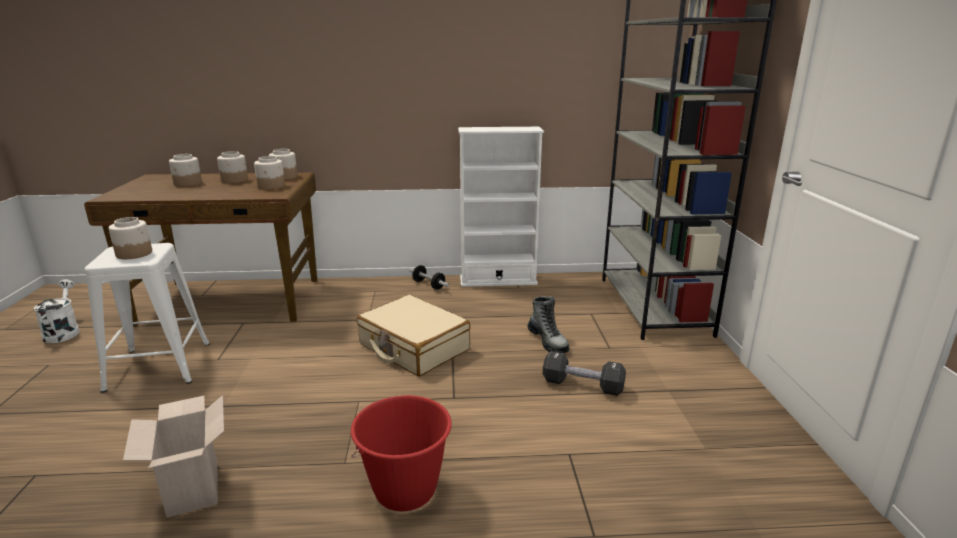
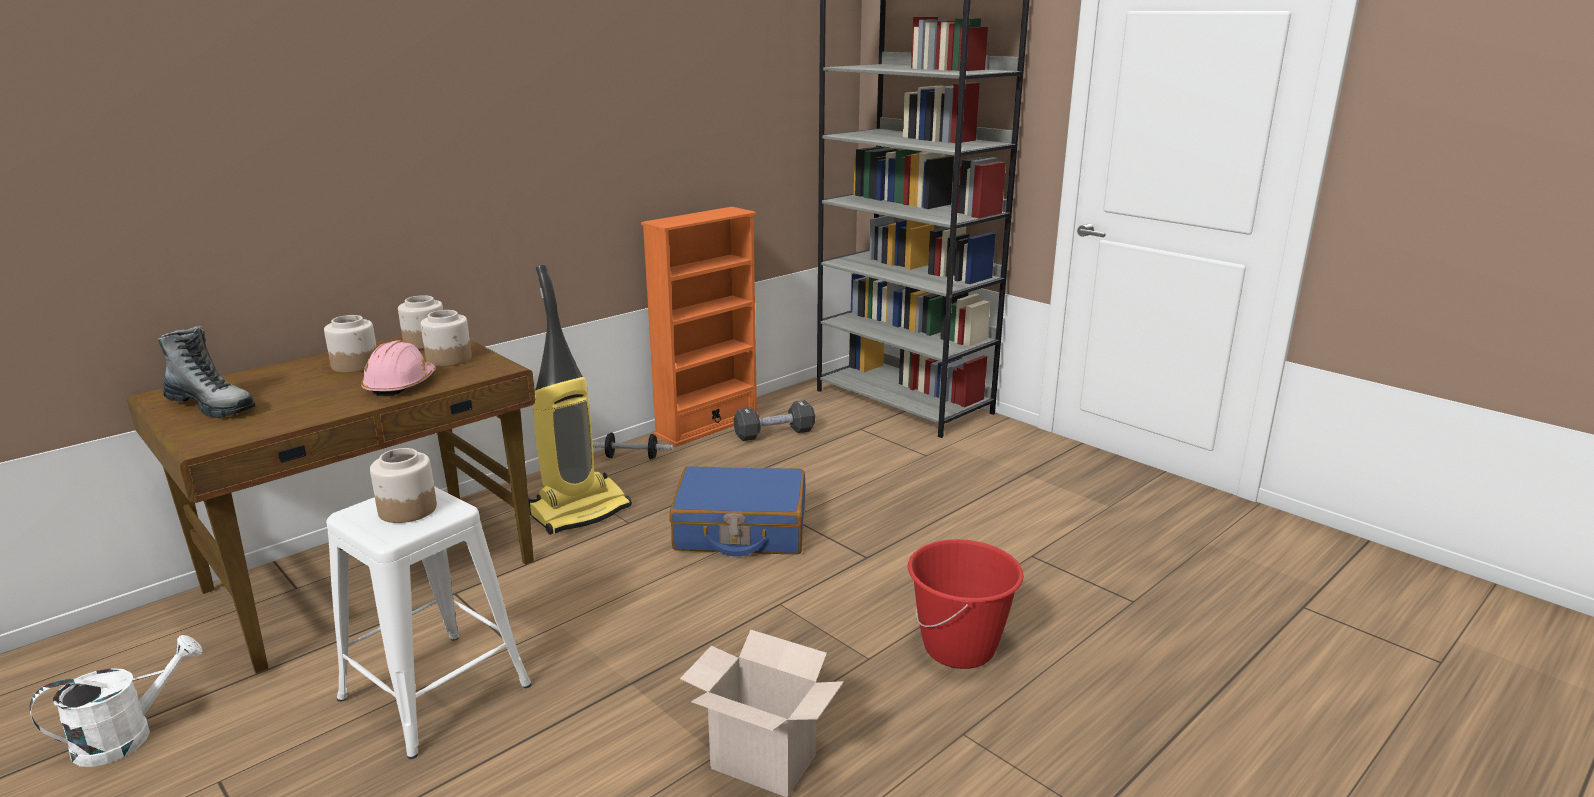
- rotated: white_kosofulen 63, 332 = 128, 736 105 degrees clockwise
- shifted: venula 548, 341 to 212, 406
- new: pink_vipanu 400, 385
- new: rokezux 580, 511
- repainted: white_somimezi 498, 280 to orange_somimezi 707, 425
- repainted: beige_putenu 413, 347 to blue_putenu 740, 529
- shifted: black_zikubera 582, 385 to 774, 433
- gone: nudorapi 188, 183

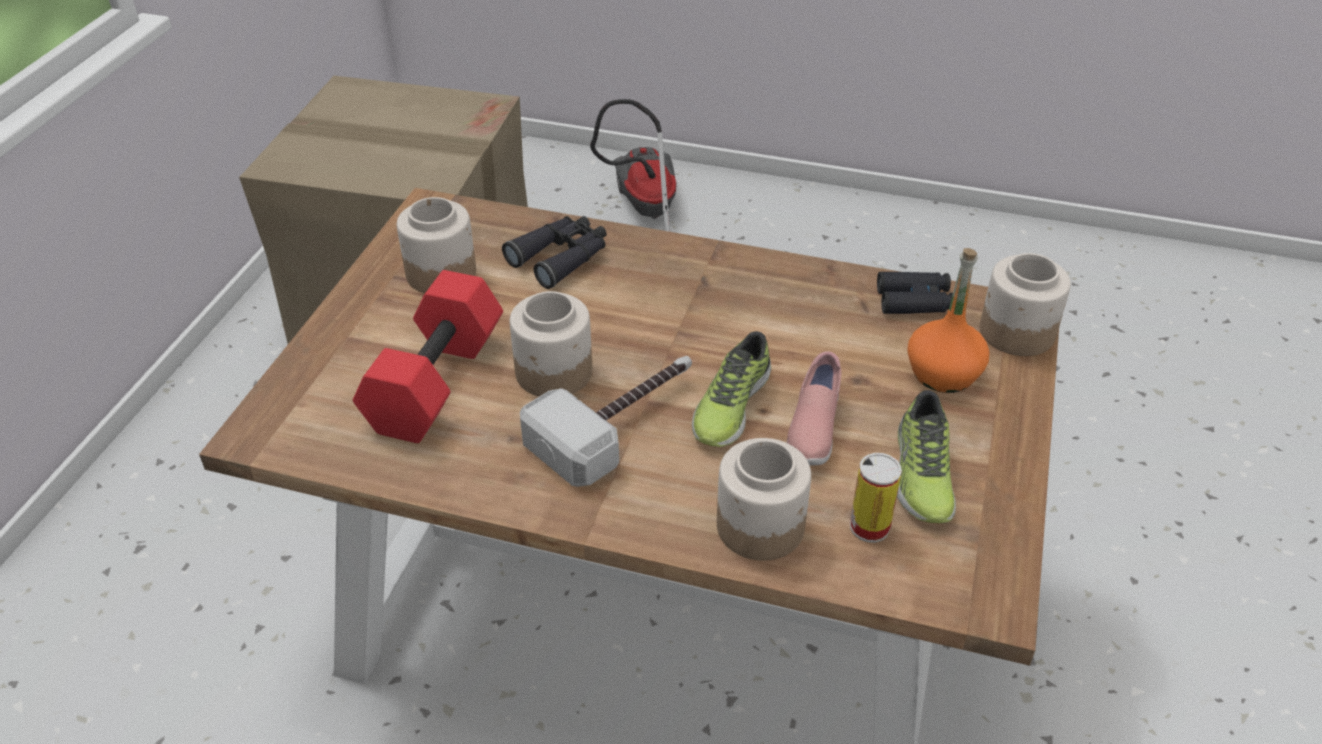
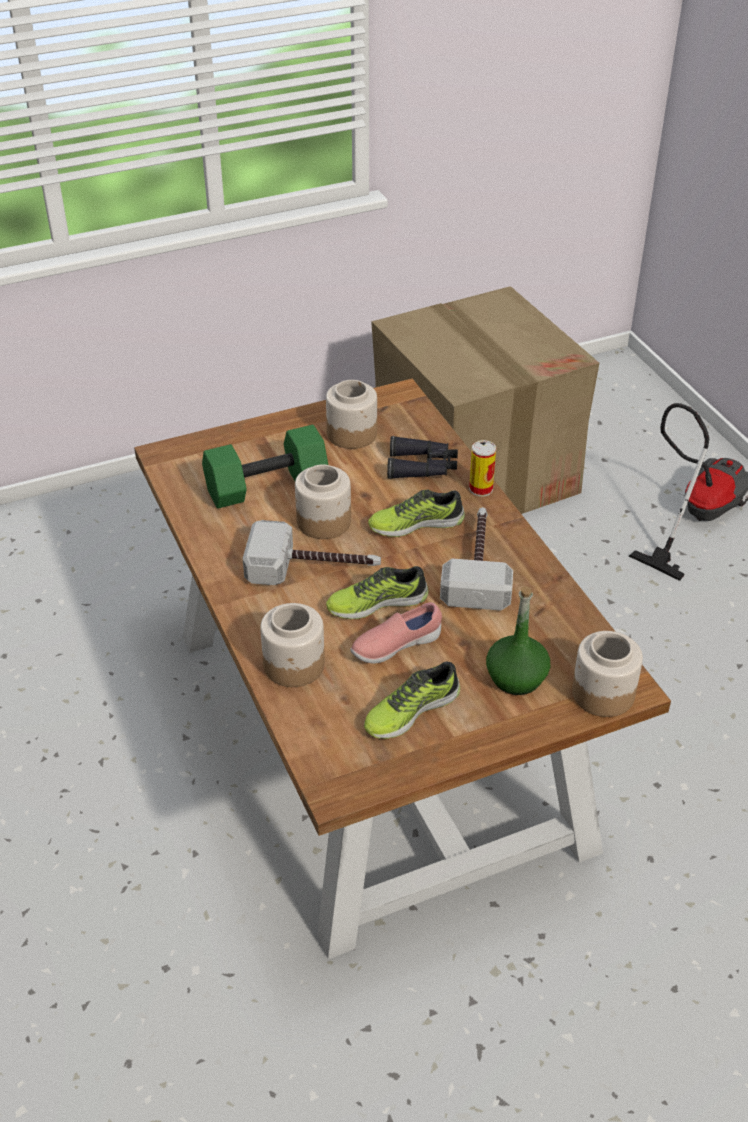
- repainted: red_zikubera 437, 384 to green_zikubera 266, 488
- new: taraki 416, 523
- new: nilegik 478, 565
- shifted: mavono 869, 527 to 481, 489
- repainted: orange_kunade 943, 373 to green_kunade 516, 678
- gone: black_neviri 915, 301

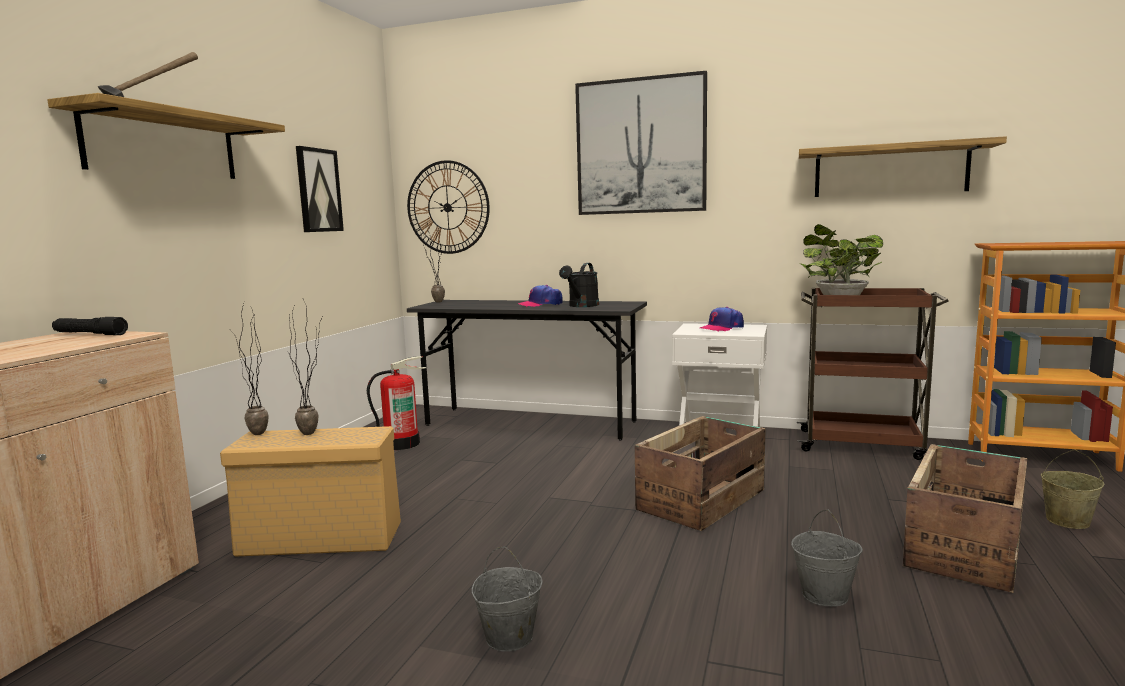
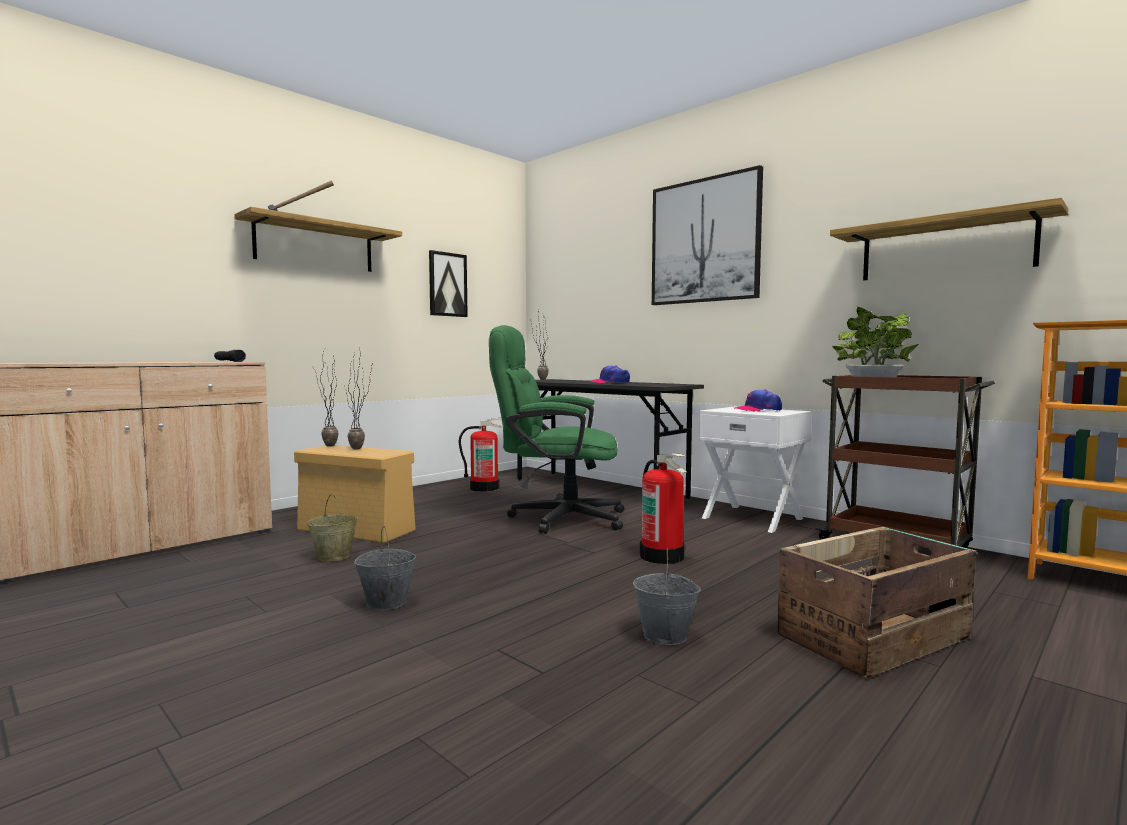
- shifted: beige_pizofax 1067, 521 to 334, 557
- new: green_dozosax 556, 518
- swapped: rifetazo 703, 500 to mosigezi 662, 556
- gone: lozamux 447, 207
- gone: black_kosofulen 581, 306

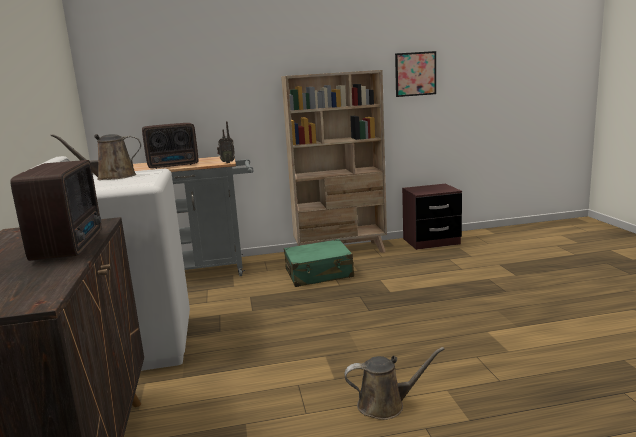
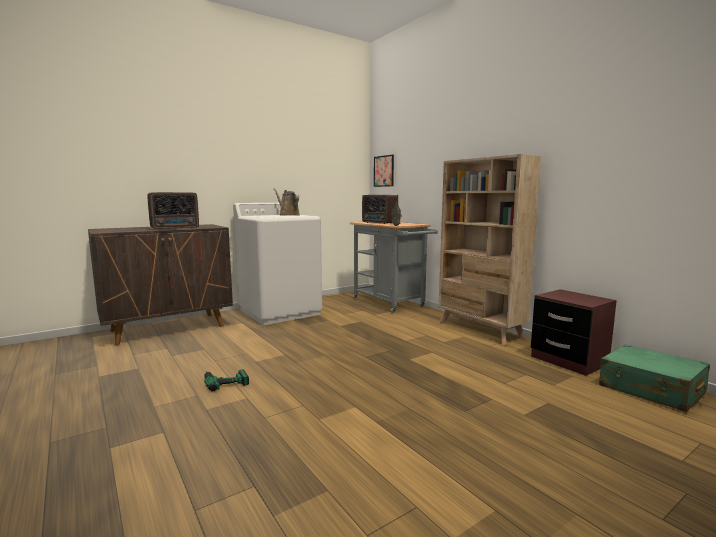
- swapped: brown_kosofulen 385, 405 to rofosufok 224, 380
- shifted: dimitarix 415, 74 to 384, 171
- shifted: green_putenu 319, 274 to 651, 390

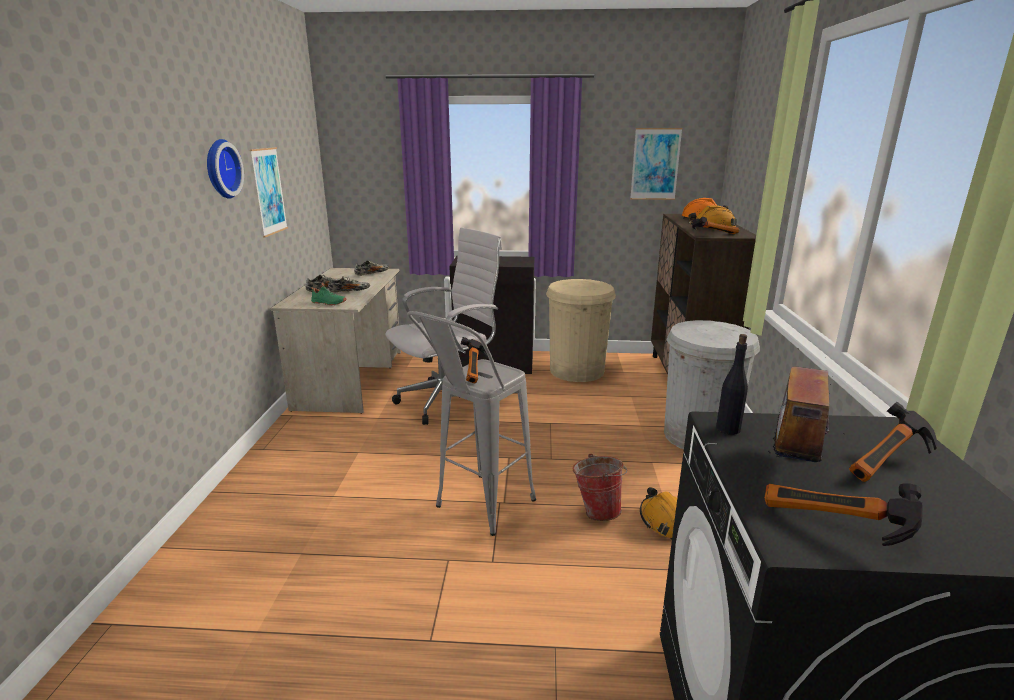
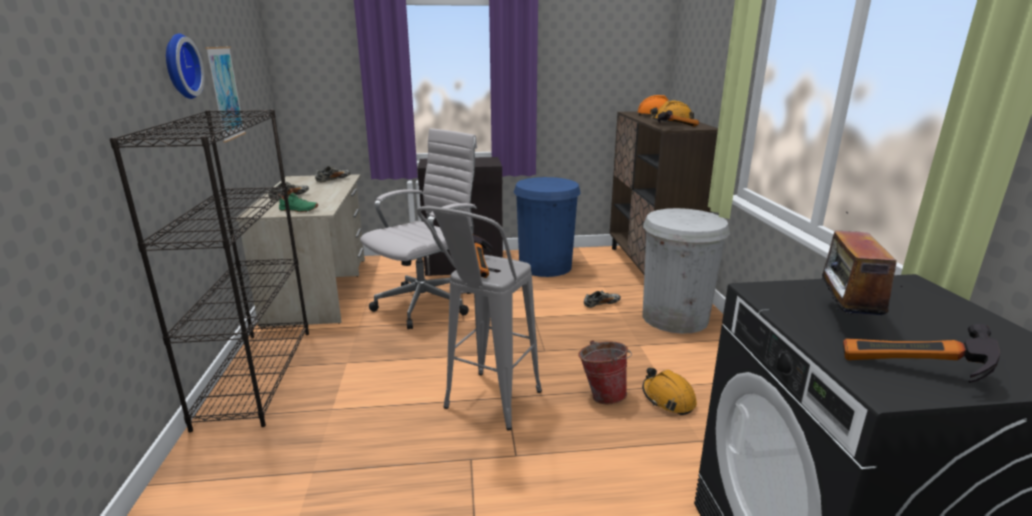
- new: black_somimezi 256, 375
- repainted: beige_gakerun 576, 370 to blue_gakerun 545, 266
- shifted: taraki 350, 291 to 601, 304
- gone: dimitarix 655, 164
- gone: black_kunade 728, 429
- gone: nilegik 891, 465

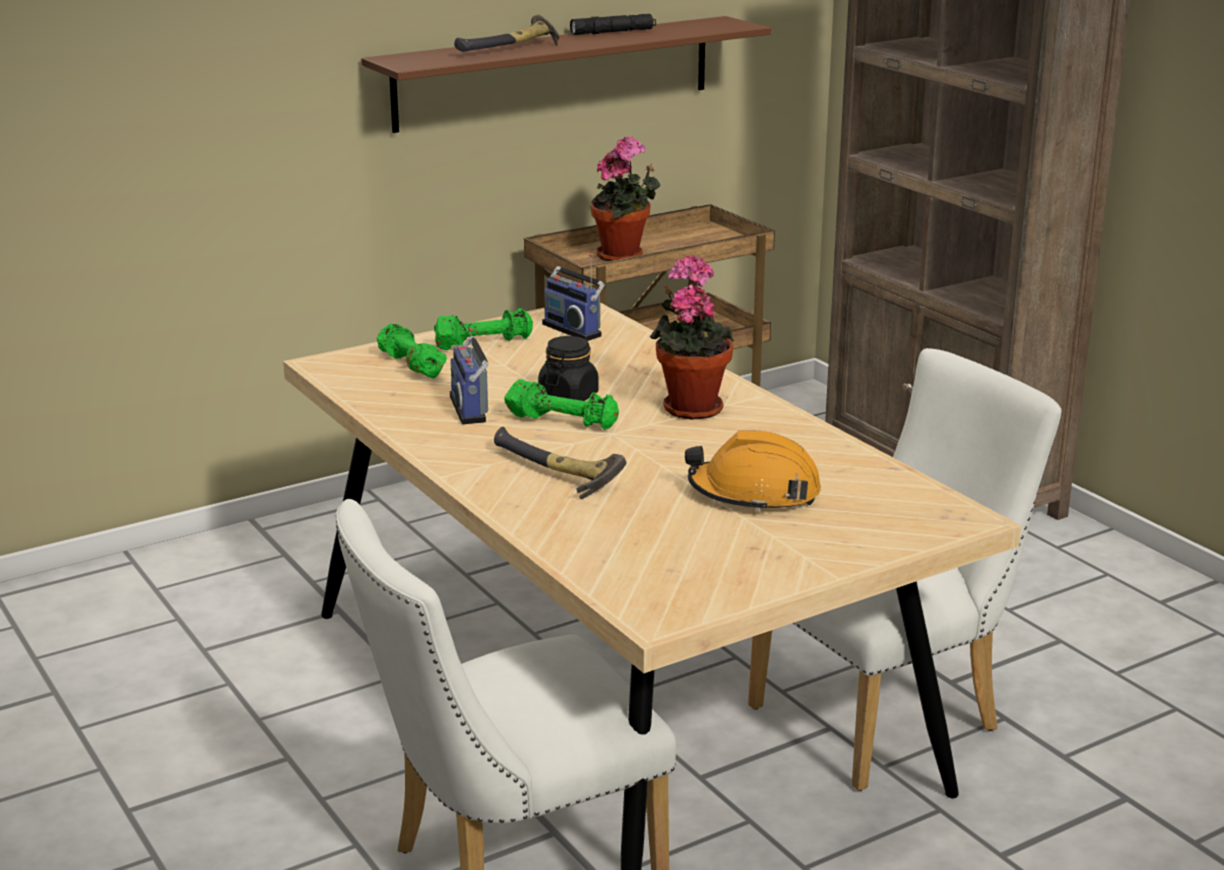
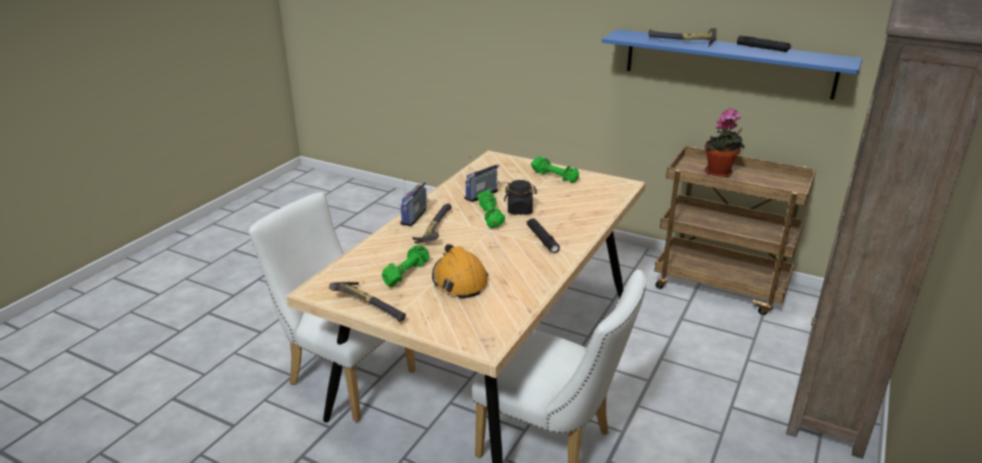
- new: nilegik 370, 306
- shifted: green_zikubera 410, 366 to 405, 273
- shifted: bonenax 574, 329 to 415, 217
- swapped: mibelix 690, 407 to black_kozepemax 542, 239
- repainted: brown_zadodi 555, 72 to blue_zadodi 728, 63

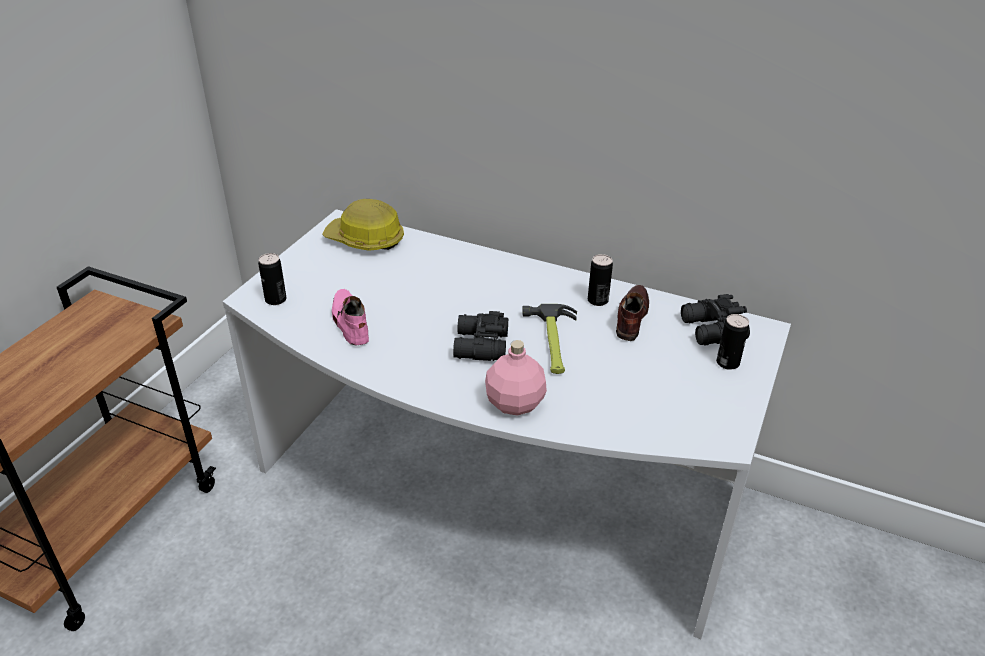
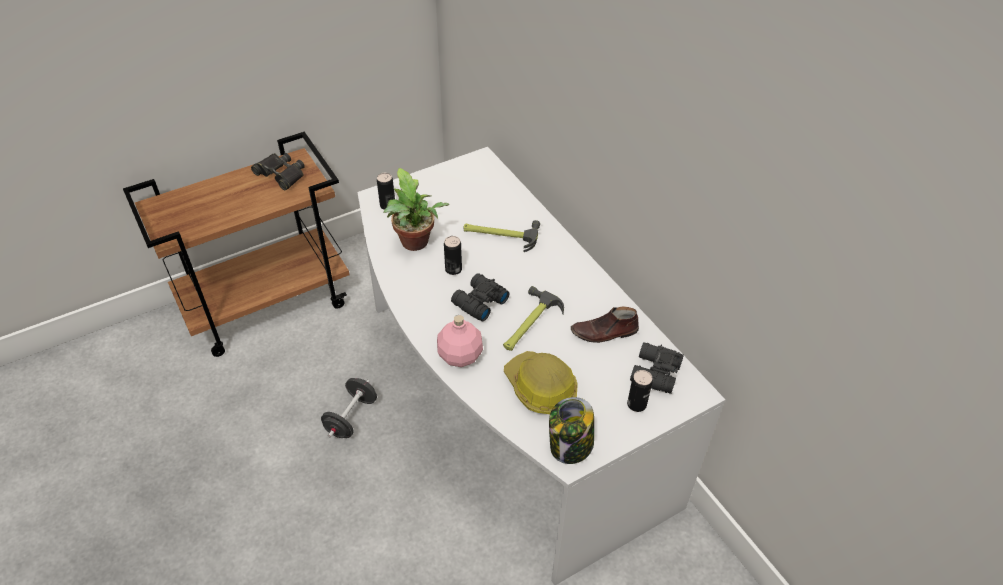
- new: black_neviri 281, 174
- new: black_zikubera 351, 417
- swapped: pink_taraki 350, 323 to mibelix 415, 244
- shifted: mavono 597, 300 to 453, 269
- new: nilegik 500, 235
- shifted: vipanu 365, 240 to 540, 388
- new: nudorapi 570, 446
- rotated: brown_taraki 631, 318 = 604, 332 150 degrees counterclockwise

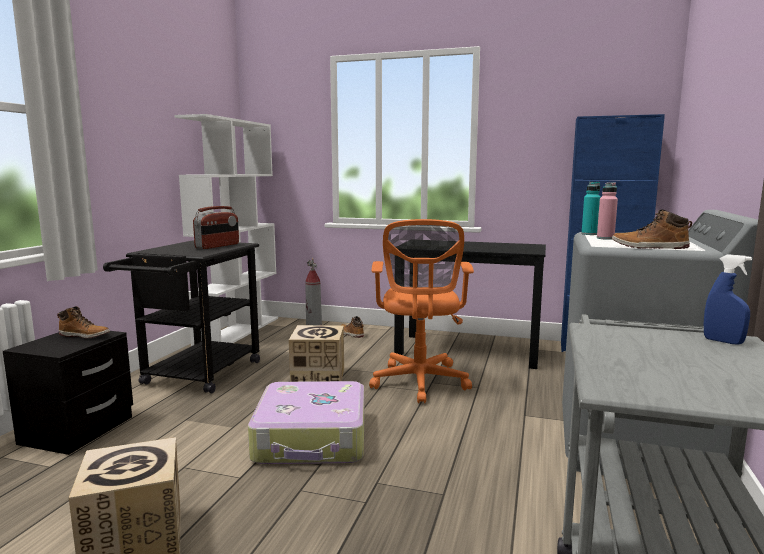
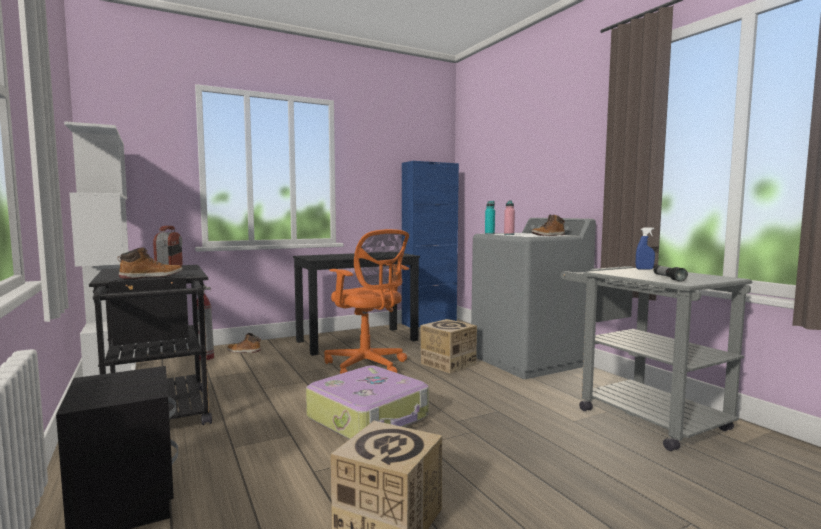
- shifted: venula 85, 335 to 151, 276
- shifted: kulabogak 318, 378 to 448, 364
- new: kozepemax 668, 278

